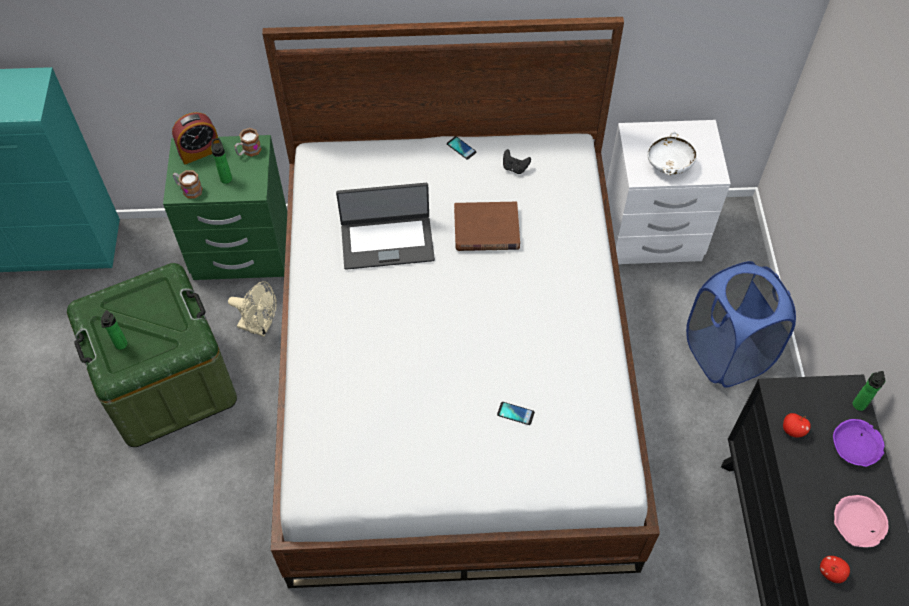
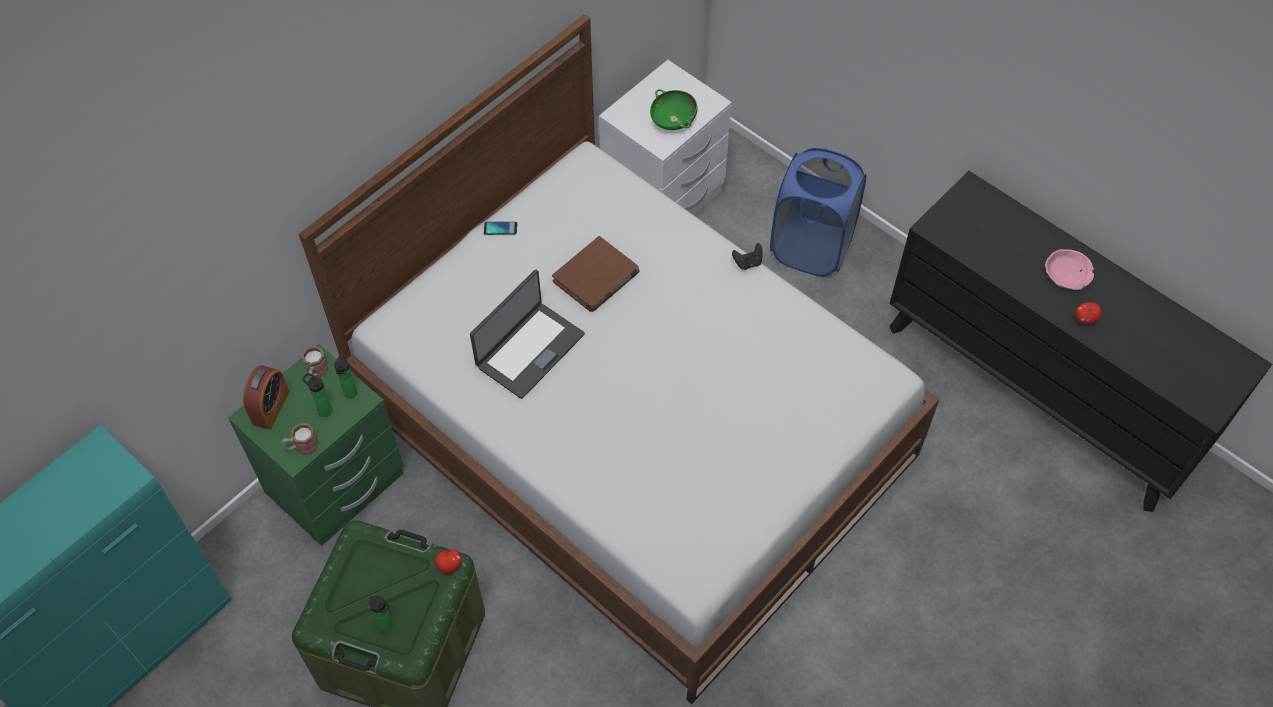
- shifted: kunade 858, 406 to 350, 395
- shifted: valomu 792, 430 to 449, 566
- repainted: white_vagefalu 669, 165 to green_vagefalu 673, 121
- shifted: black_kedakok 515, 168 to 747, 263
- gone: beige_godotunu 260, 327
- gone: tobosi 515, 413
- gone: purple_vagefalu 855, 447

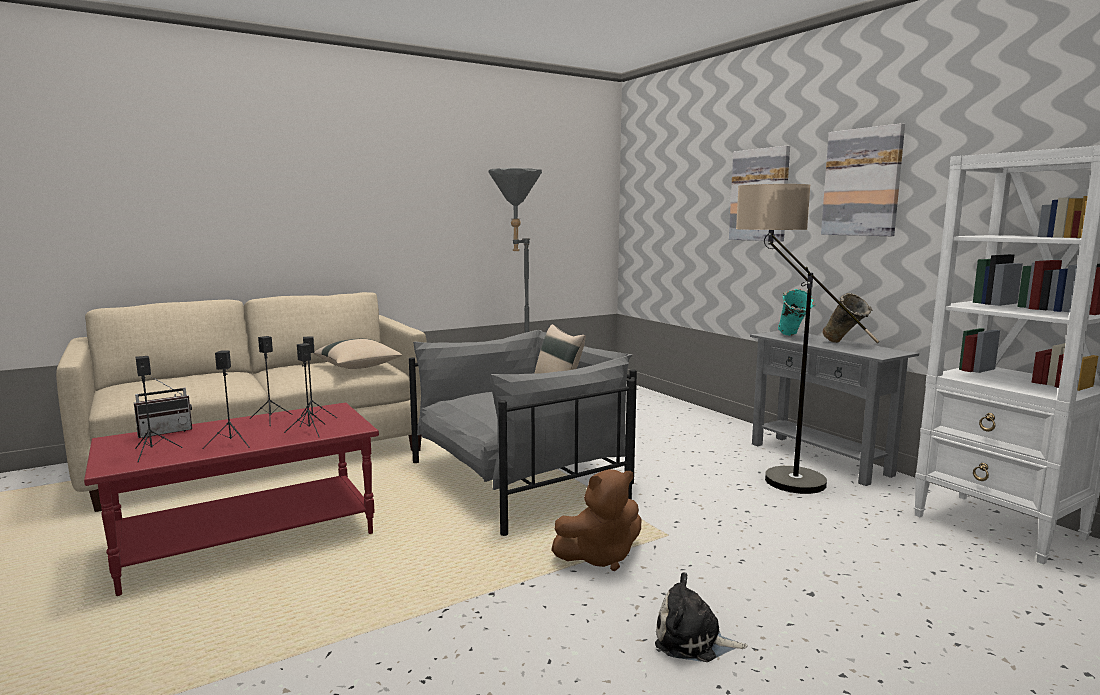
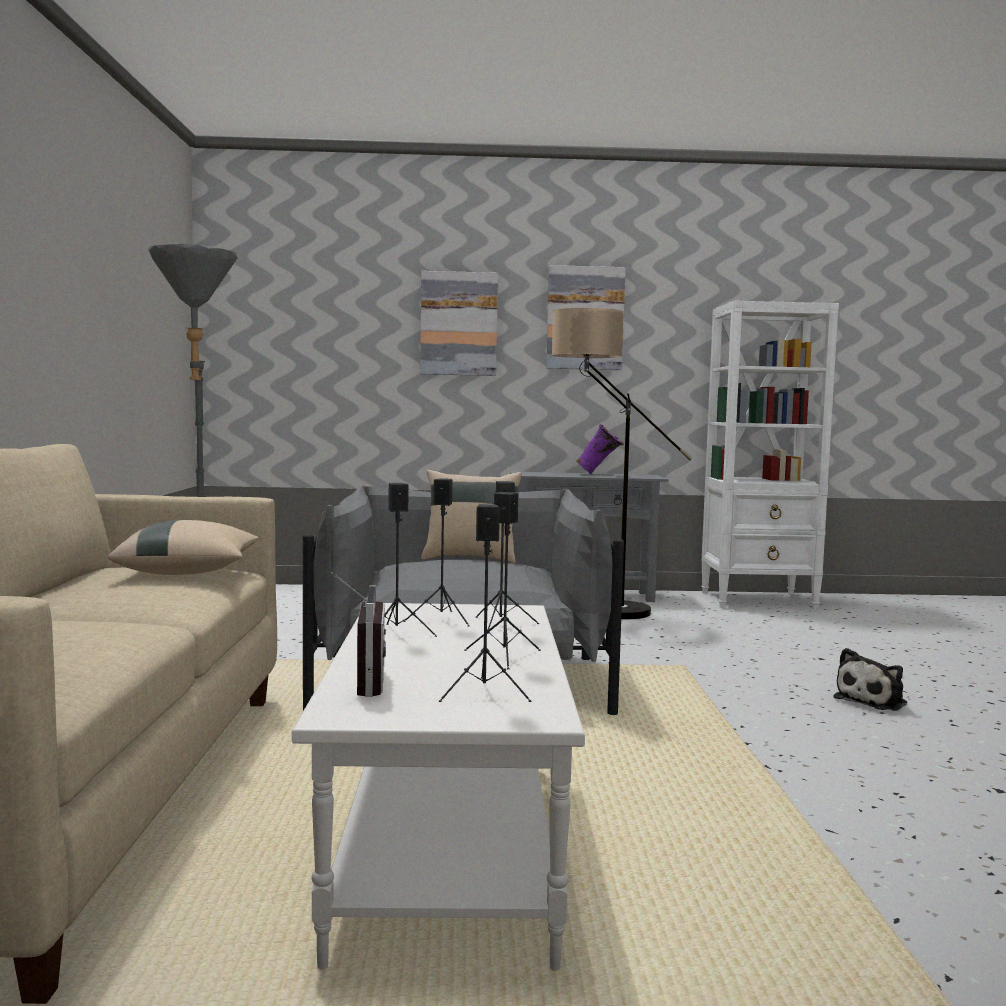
- repainted: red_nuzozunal 249, 539 to white_nuzozunal 444, 847
- repainted: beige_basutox 844, 344 to purple_basutox 600, 474
- gone: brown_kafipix 600, 557
- gone: turquoise_basutox 792, 337

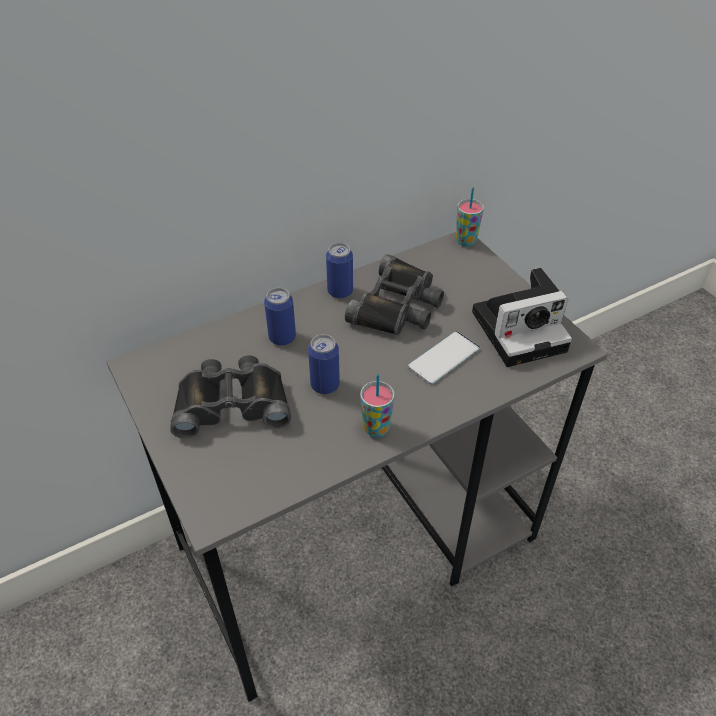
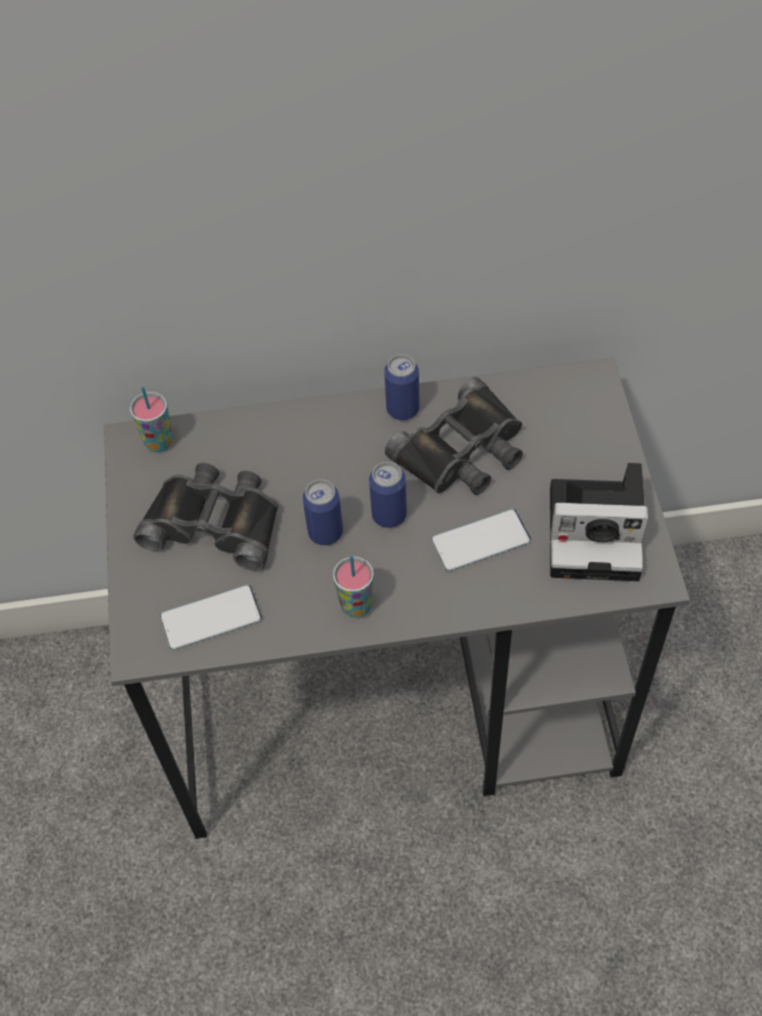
- shifted: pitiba 466, 241 to 159, 442
- new: tobosi 211, 617
- shifted: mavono 282, 338 to 389, 515

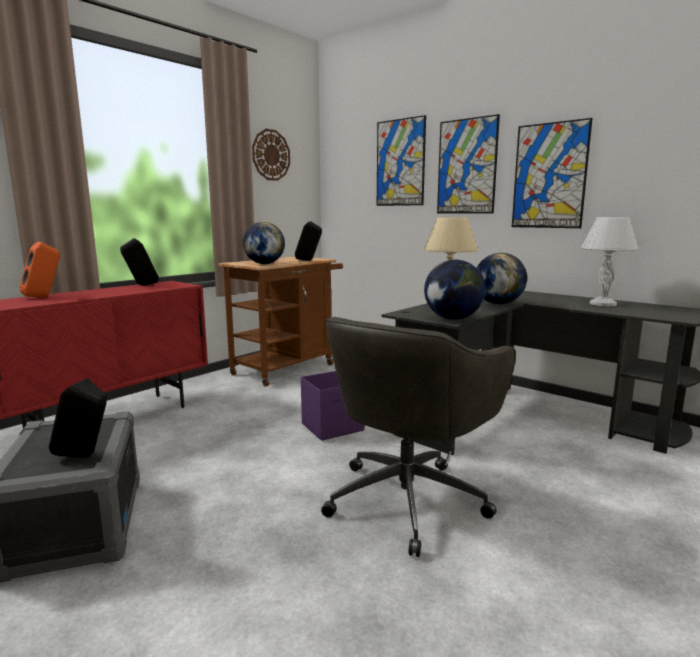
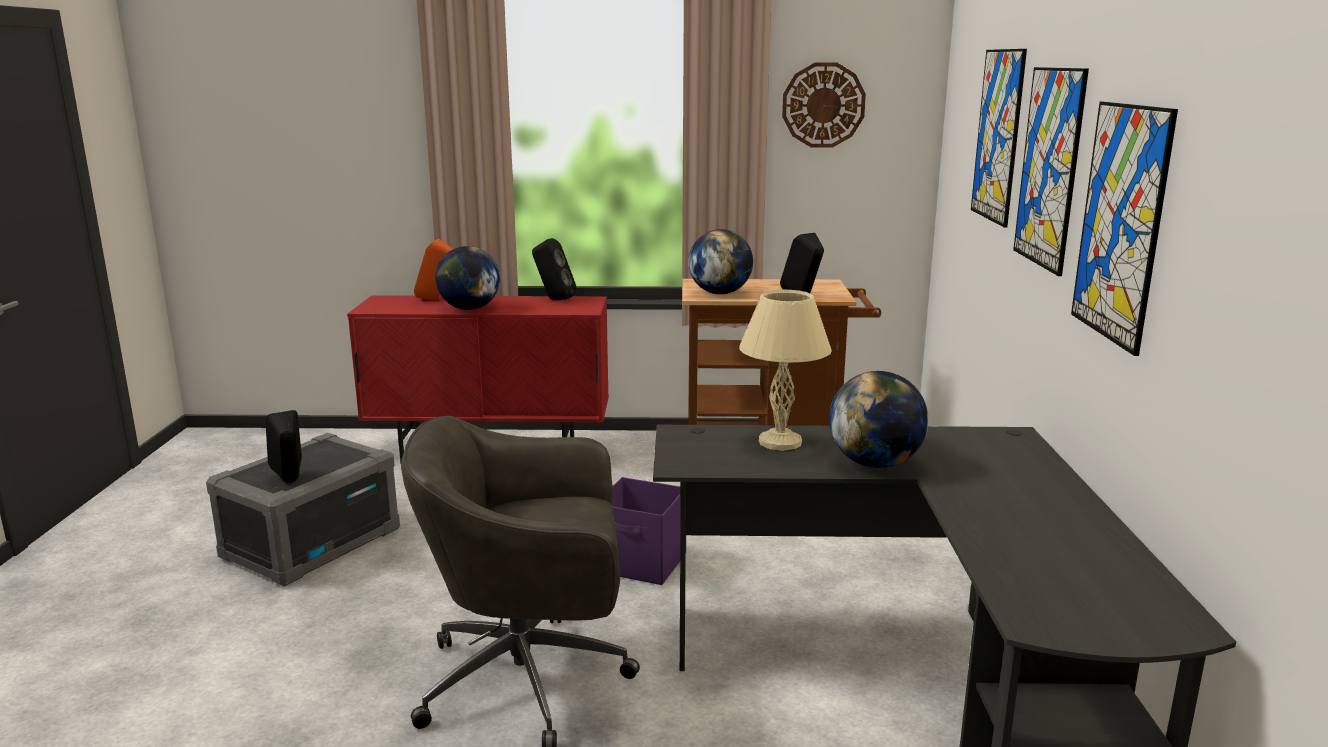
- shifted: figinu 453, 319 to 469, 308
- gone: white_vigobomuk 602, 304

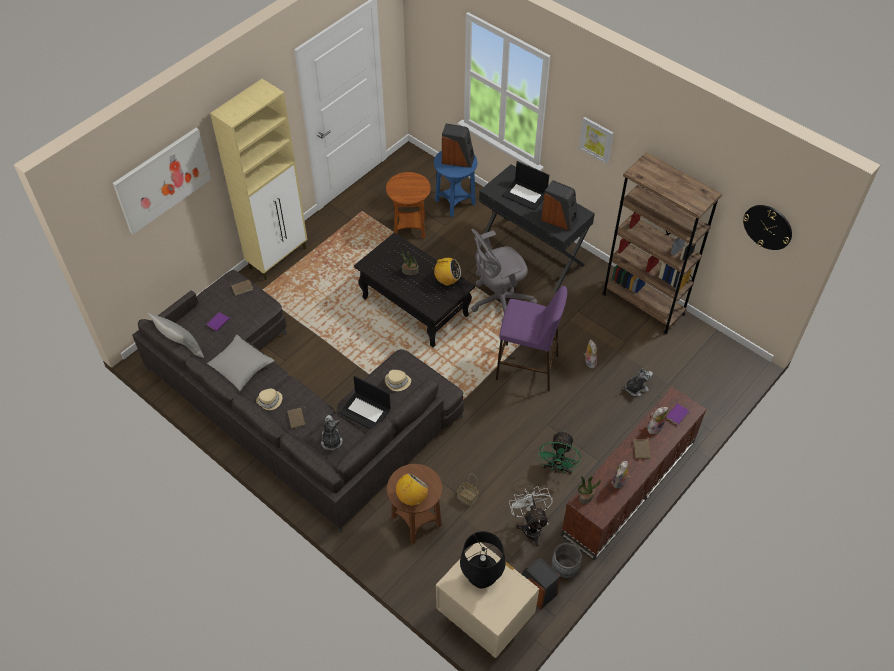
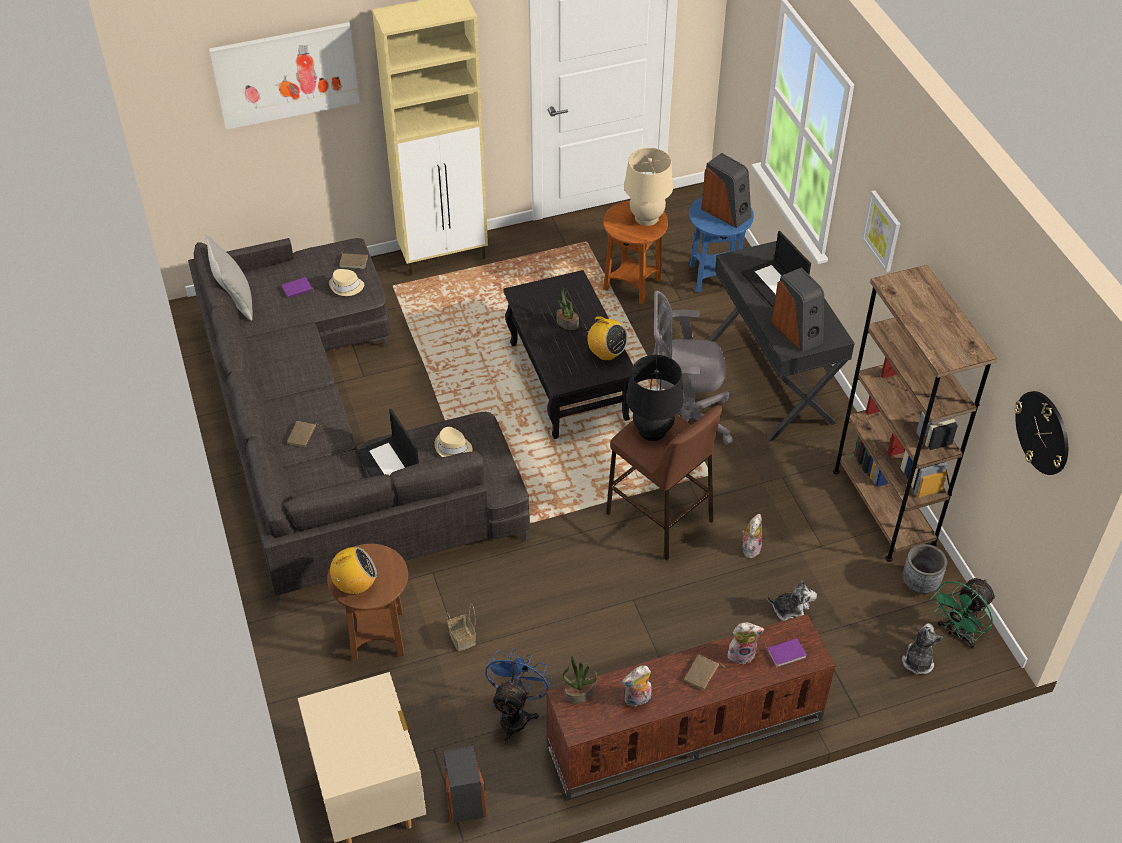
- shifted: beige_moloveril 270, 401 to 346, 287
- repainted: white_godotunu 530, 526 to blue_godotunu 516, 714
- repainted: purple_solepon 527, 367 to brown_solepon 660, 518
- new: beige_vigobomuk 646, 218
- shifted: black_vigobomuk 481, 578 to 652, 430
- shifted: kafipix 331, 441 to 917, 661
- shifted: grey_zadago 565, 568 to 920, 583
- shifted: green_godotunu 557, 468 to 957, 633
- gone: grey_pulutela 239, 368

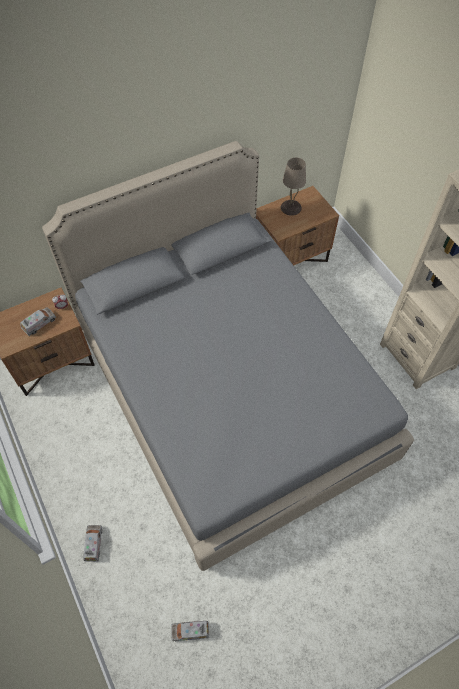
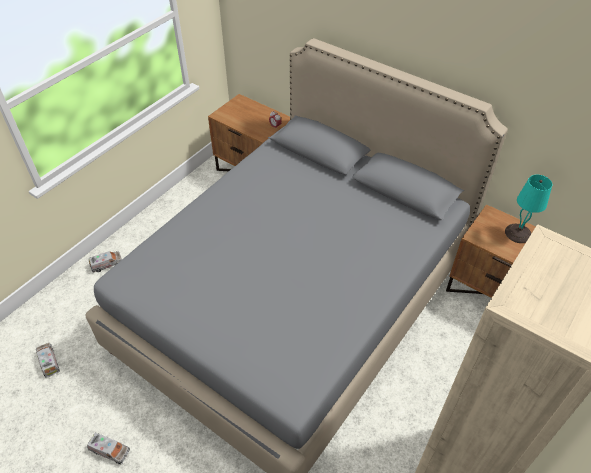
- shifted: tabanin 39, 324 to 110, 450
- repainted: beige_vigobomuk 290, 207 to turquoise_vigobomuk 518, 233

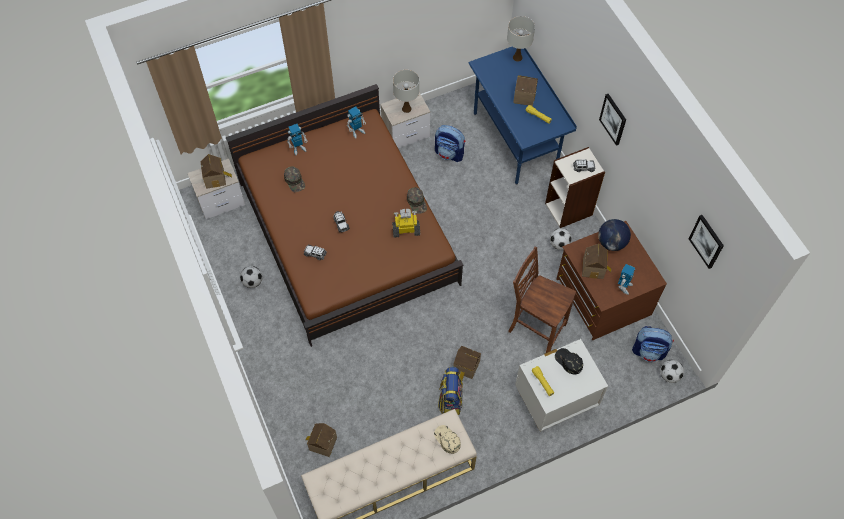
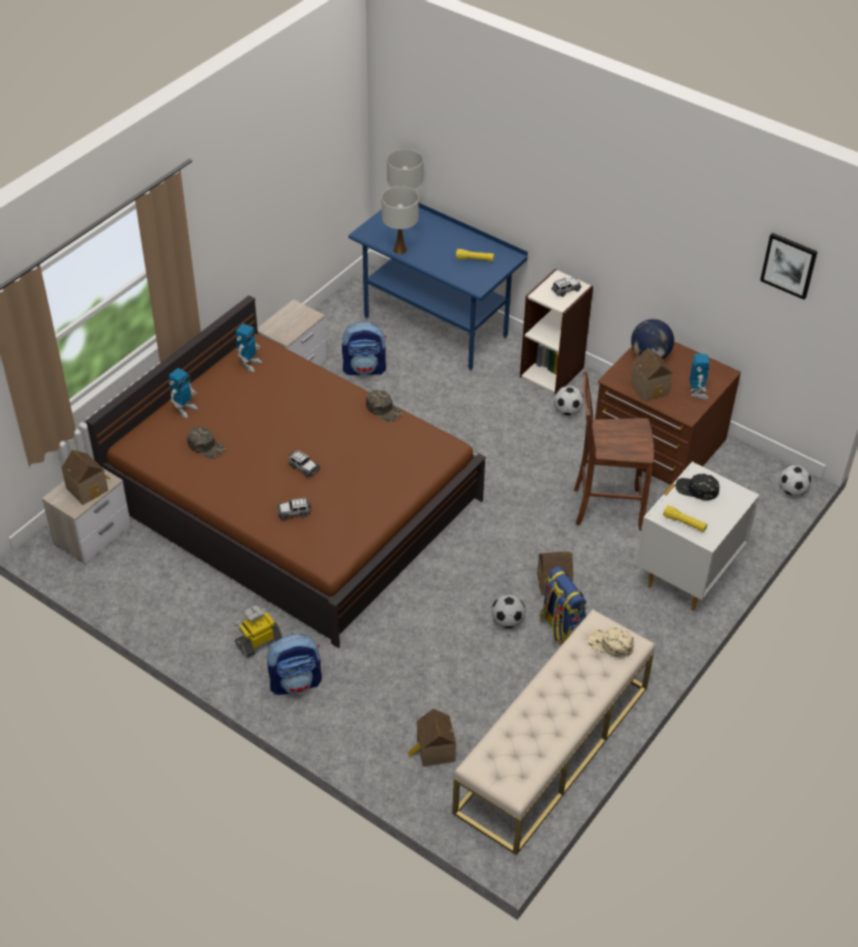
- shifted: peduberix 406, 230 to 258, 642
- shifted: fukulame 649, 351 to 296, 682
- shifted: white_vigobomuk 406, 108 to 400, 249
- shifted: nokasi 252, 282 to 507, 621
- gone: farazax 524, 96
- gone: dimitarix 613, 119

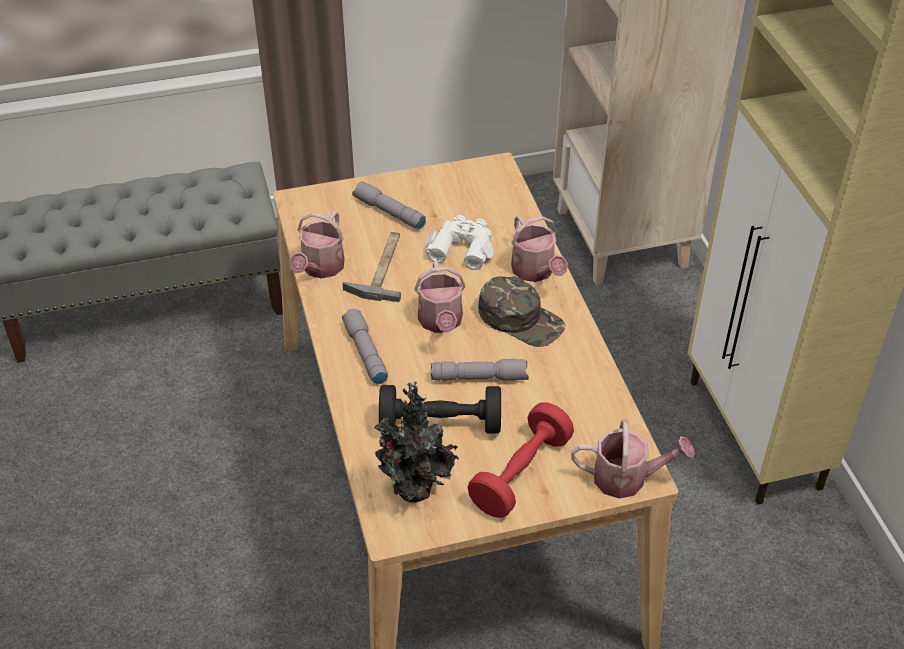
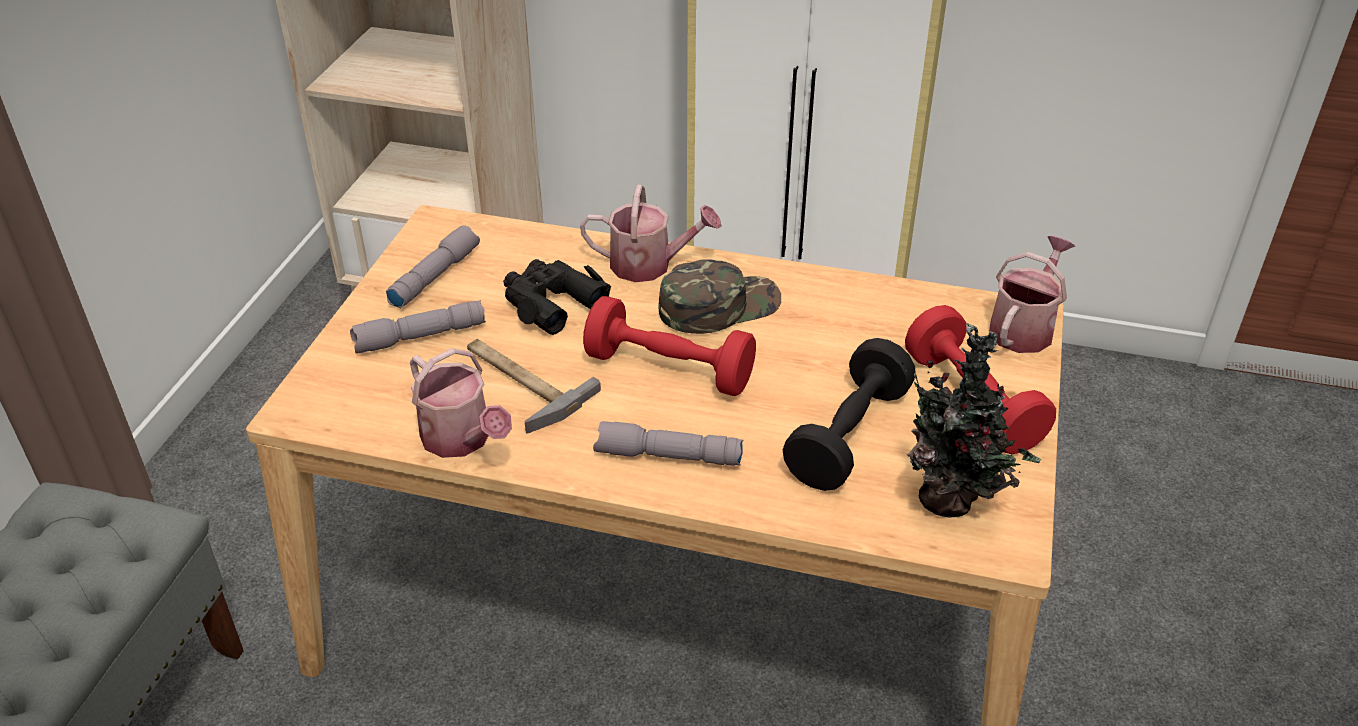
- shifted: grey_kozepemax 480, 377 to 434, 276
- repainted: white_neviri 462, 247 to black_neviri 551, 302
- swapped: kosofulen 441, 322 to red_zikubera 669, 369

